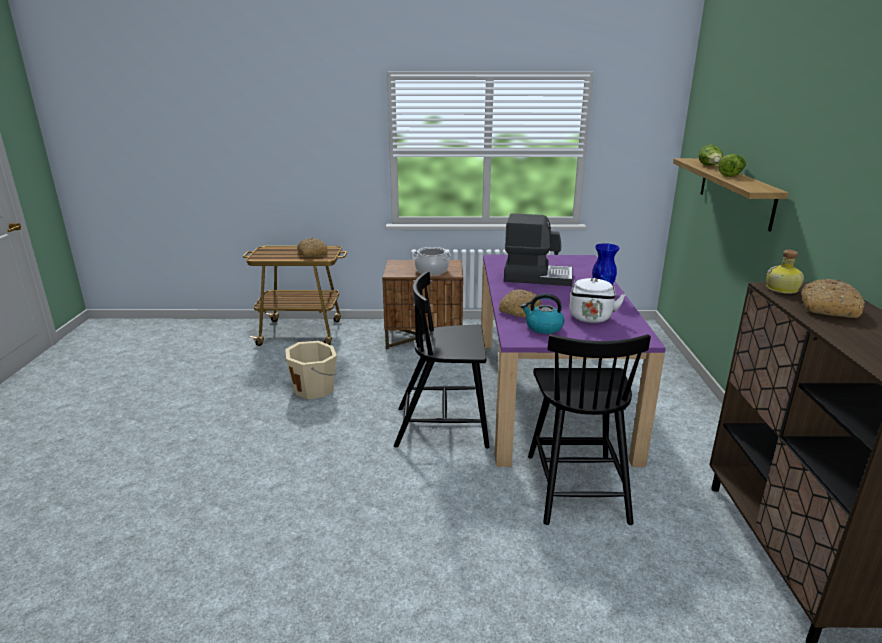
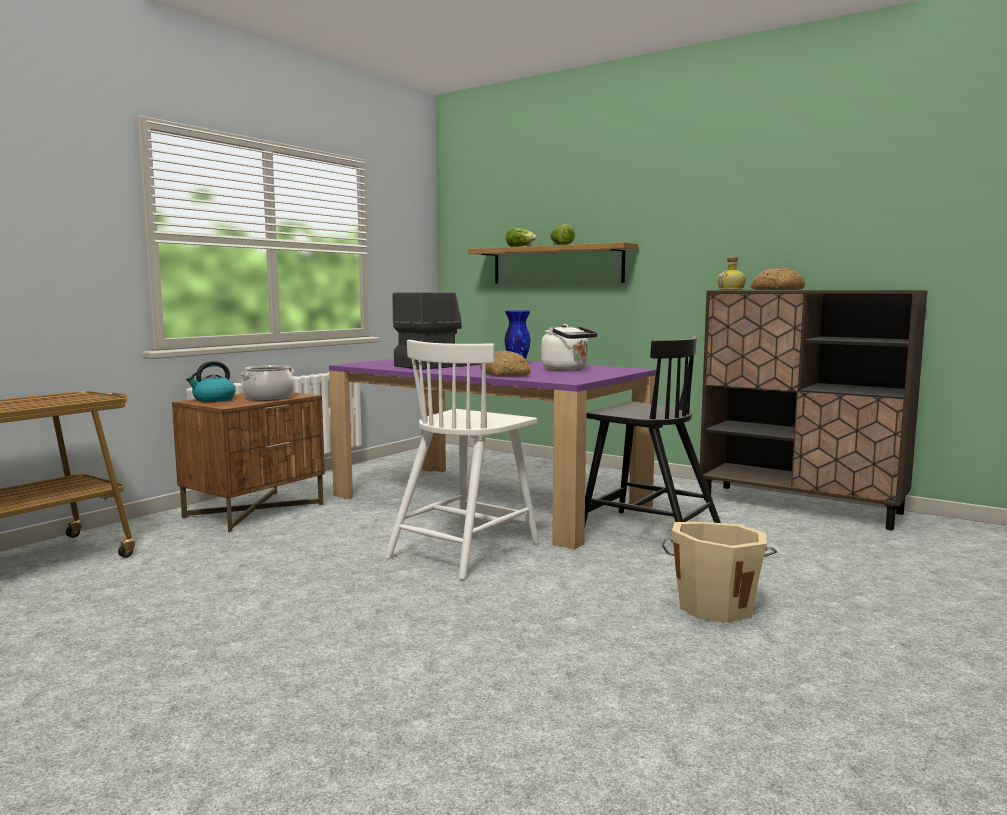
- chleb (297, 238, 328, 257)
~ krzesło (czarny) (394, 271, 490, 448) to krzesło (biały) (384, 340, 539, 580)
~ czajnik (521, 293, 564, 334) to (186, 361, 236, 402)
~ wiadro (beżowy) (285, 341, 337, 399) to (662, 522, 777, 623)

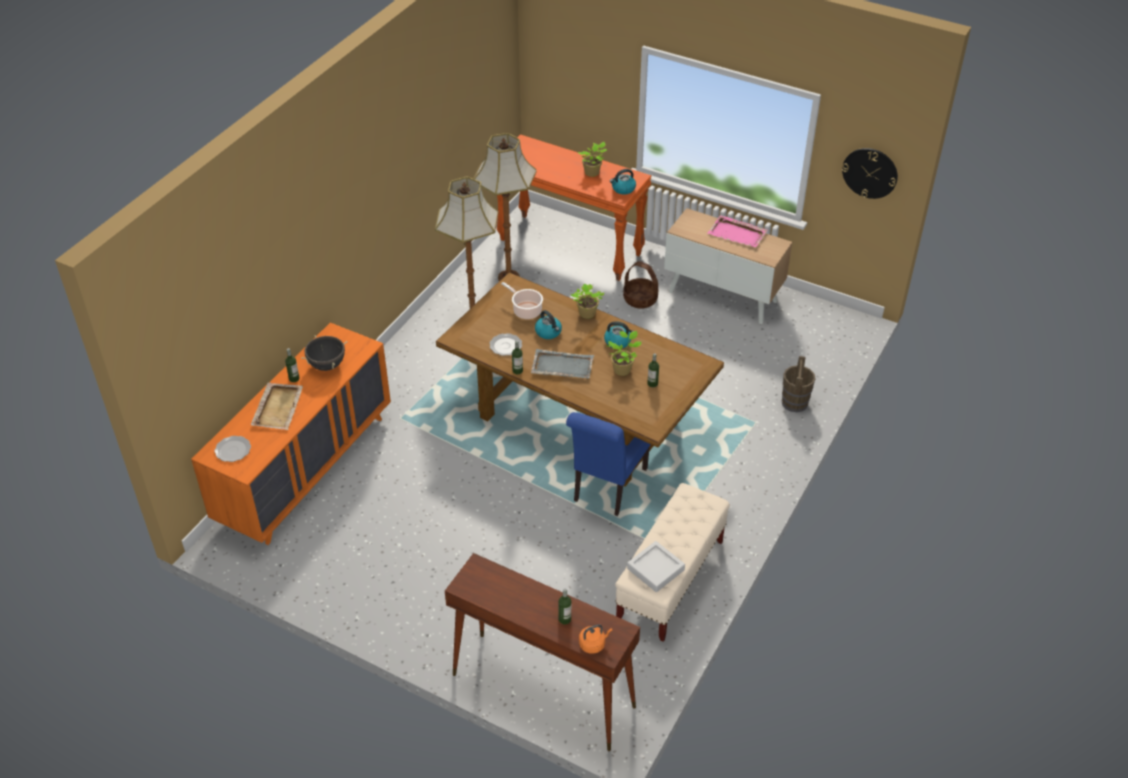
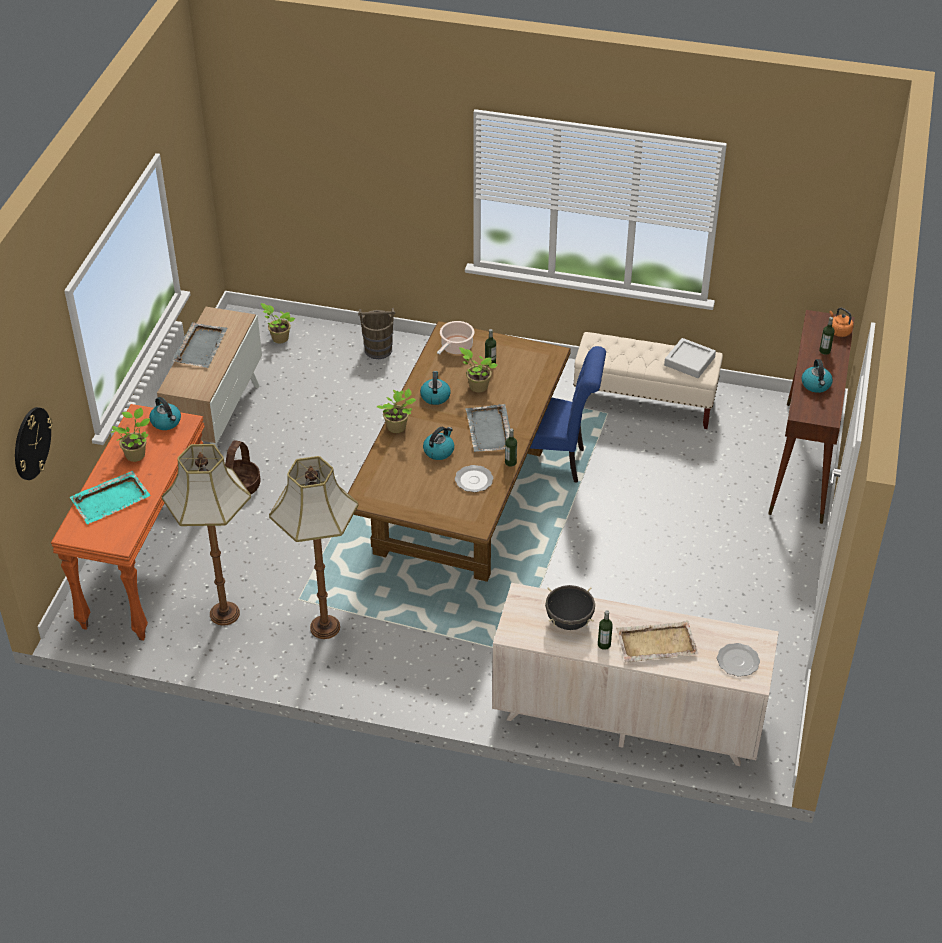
~ zegar ścienny (842, 148, 898, 199) to (15, 407, 53, 480)
~ taca (różowy) (707, 215, 767, 247) to taca (szary) (172, 322, 227, 368)
~ garnek (501, 282, 543, 319) to (437, 321, 474, 354)
~ komoda (pomarańczowy) (191, 323, 391, 545) to komoda (beżowy) (492, 583, 779, 766)
+ roślina doniczkowa (261, 303, 295, 343)
+ czajnik (802, 359, 833, 393)
+ taca (turkusowy) (70, 471, 151, 524)

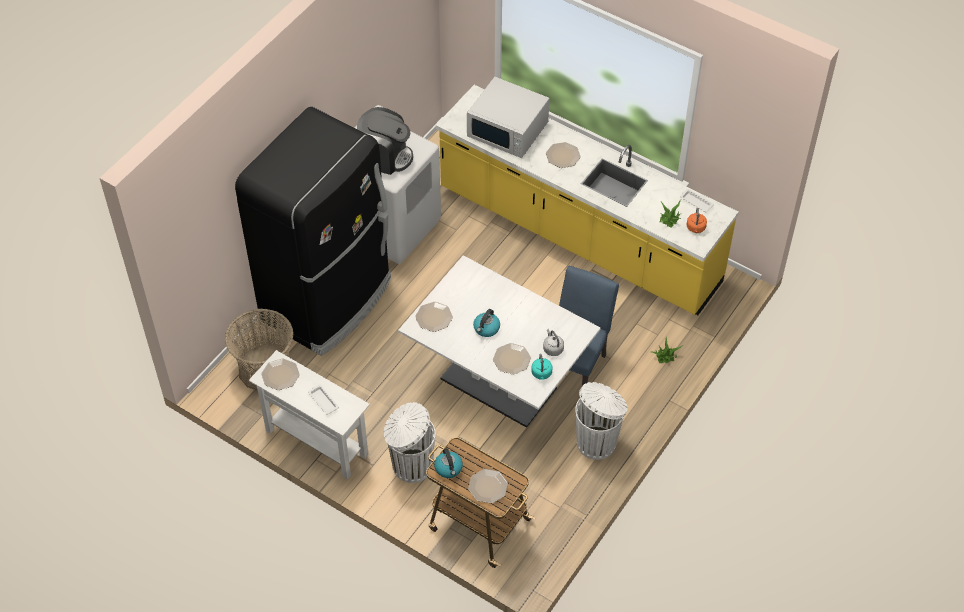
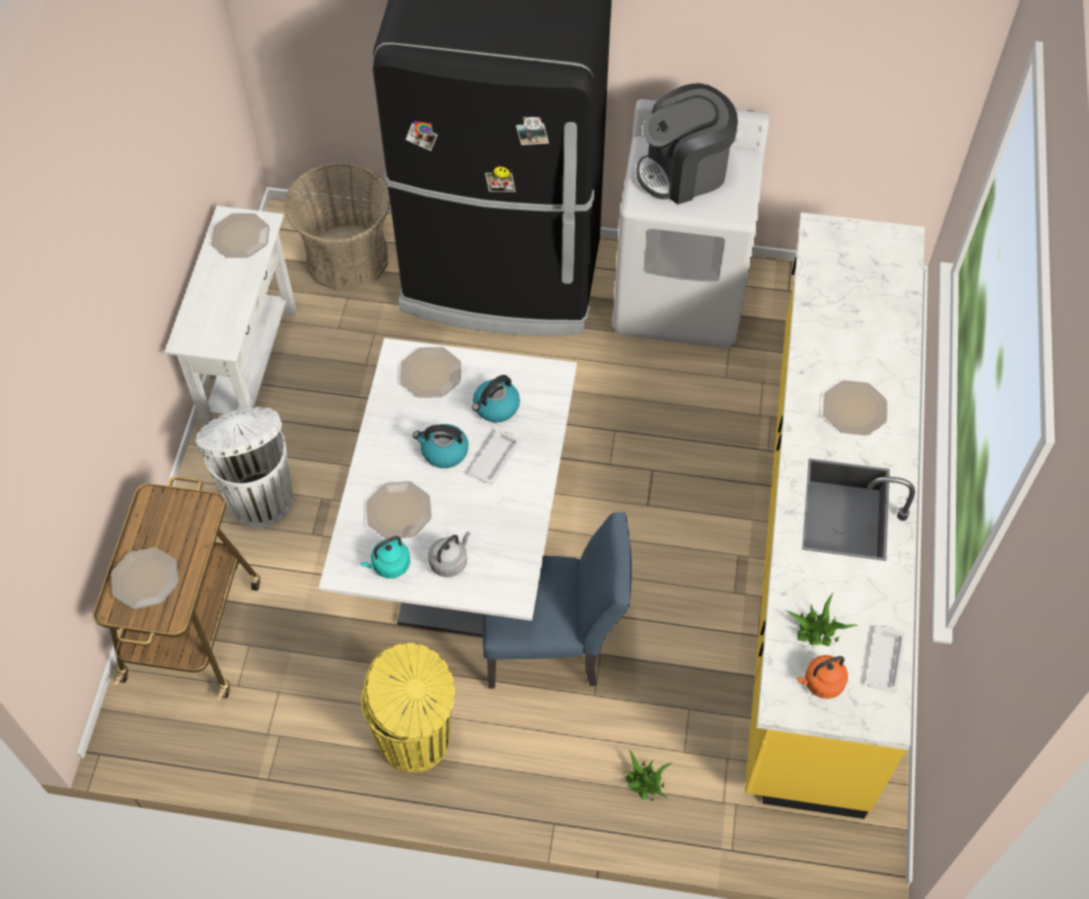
- mikrofalówka (biały) (467, 77, 549, 158)
~ ekspres do kawy (357, 107, 413, 175) = (636, 83, 738, 204) 75 degrees clockwise
~ kosz na śmieci (biały) (575, 382, 627, 460) to kosz na śmieci (żółty) (361, 643, 455, 773)
~ taca (biały) (308, 385, 339, 415) to (470, 429, 521, 485)
~ czajnik (434, 448, 463, 478) to (472, 375, 520, 422)

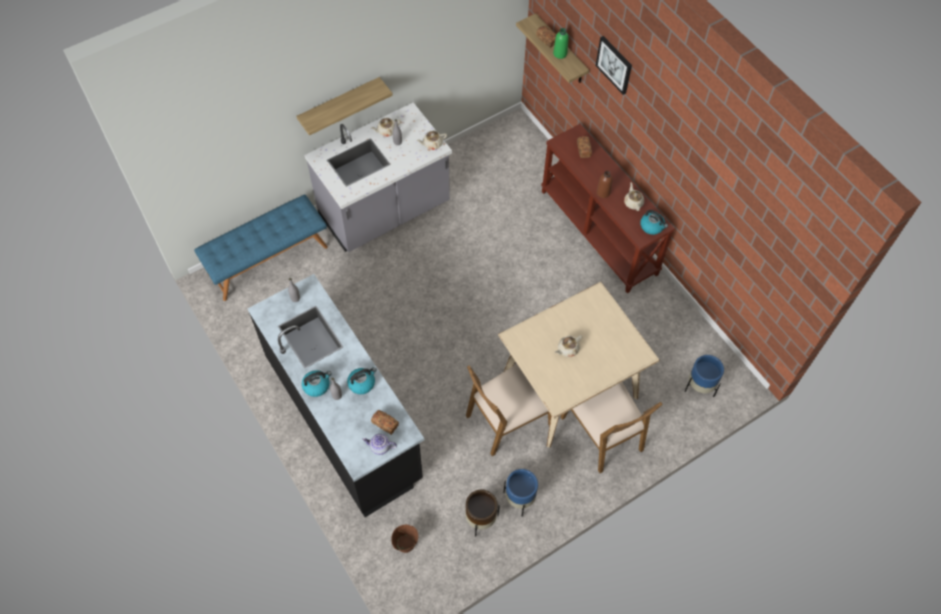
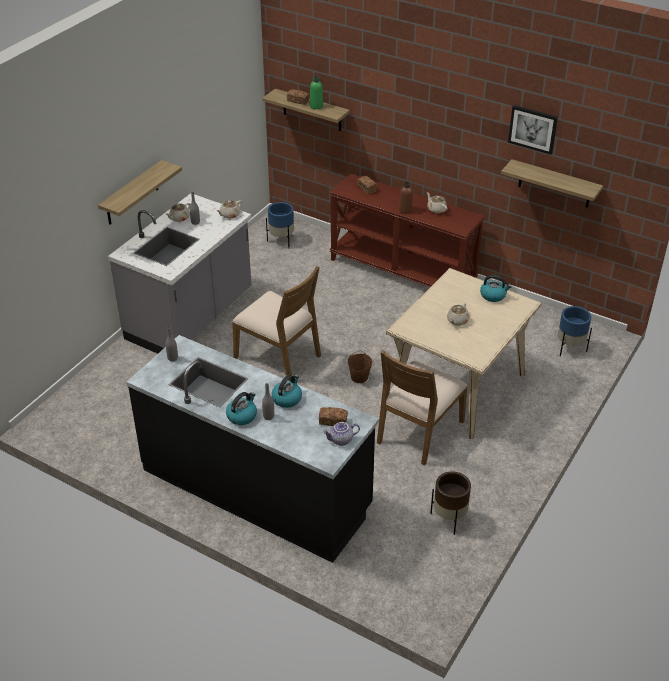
~ obraz (596, 36, 632, 95) to (508, 105, 558, 155)
- ławka (niebieski) (194, 195, 328, 301)
~ czajnik (640, 210, 668, 235) to (480, 275, 512, 302)
~ krzesło (brązowy) (560, 382, 663, 473) to (232, 266, 321, 381)
~ donica (niebieski) (503, 469, 538, 517) to (266, 202, 294, 248)
~ wiadro (brązowy) (391, 525, 418, 553) to (348, 351, 372, 383)
+ półka (501, 159, 603, 208)

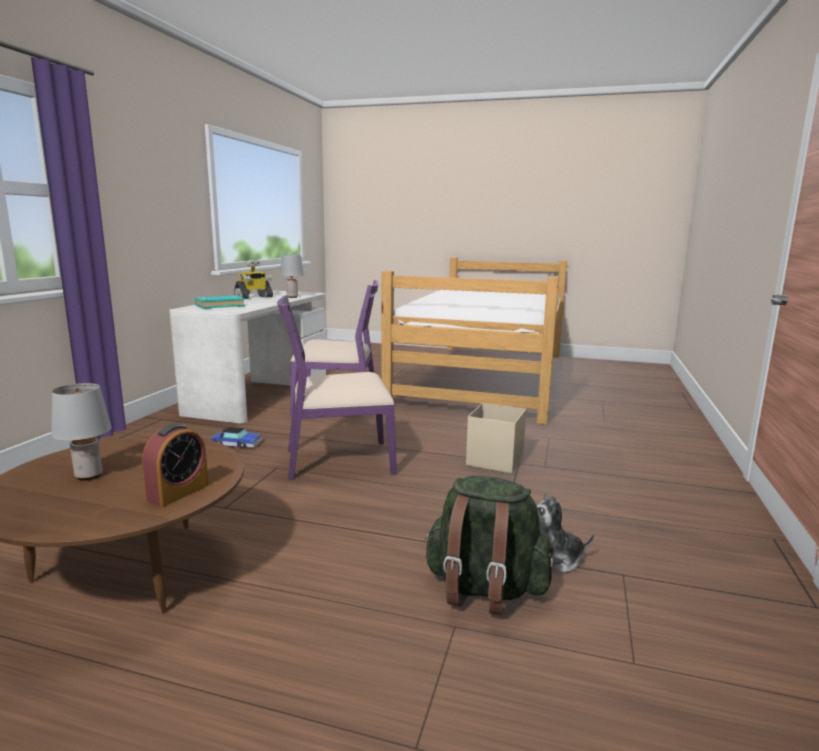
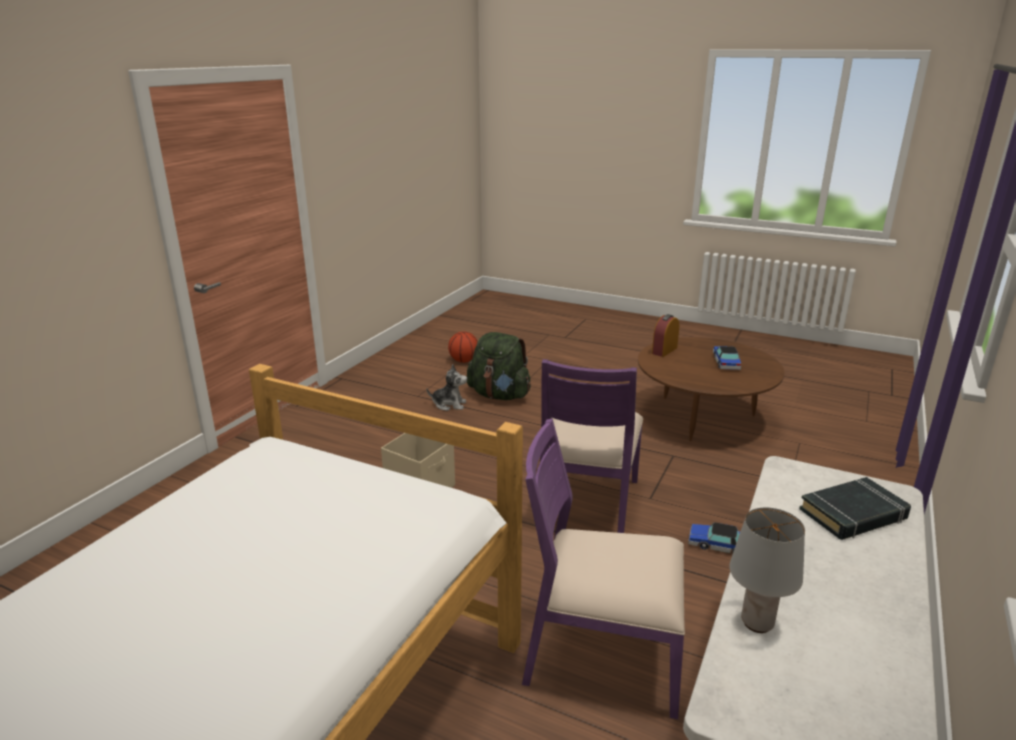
- robot zabawkowy (234, 260, 273, 299)
~ krzesło (fioletowy) (277, 295, 397, 480) = (540, 359, 643, 533) 105 degrees clockwise
~ książka (turkusowy) (195, 296, 245, 309) to książka (czarny) (799, 477, 911, 540)
~ lampa stołowa (szary) (52, 383, 111, 481) to samochodzik (713, 346, 741, 370)
+ piłka do koszykówki (448, 331, 478, 363)

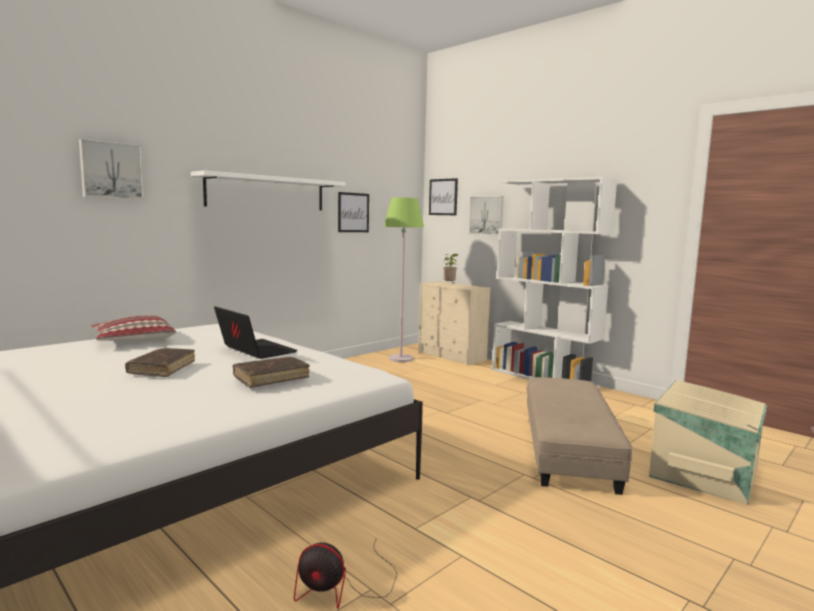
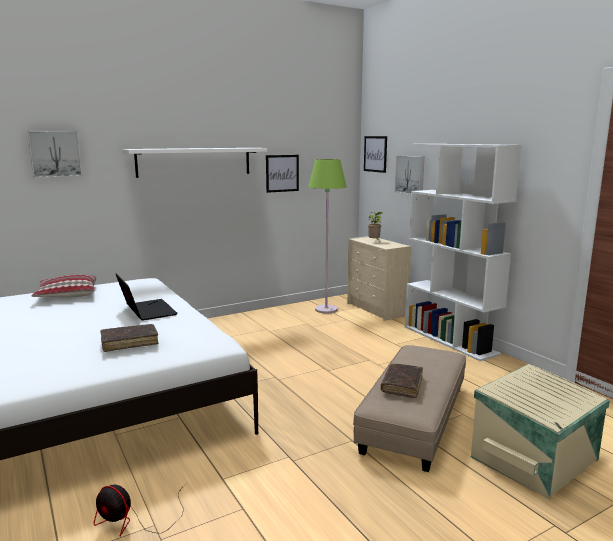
~ książka (brązowy) (125, 348, 195, 377) to (381, 364, 423, 398)

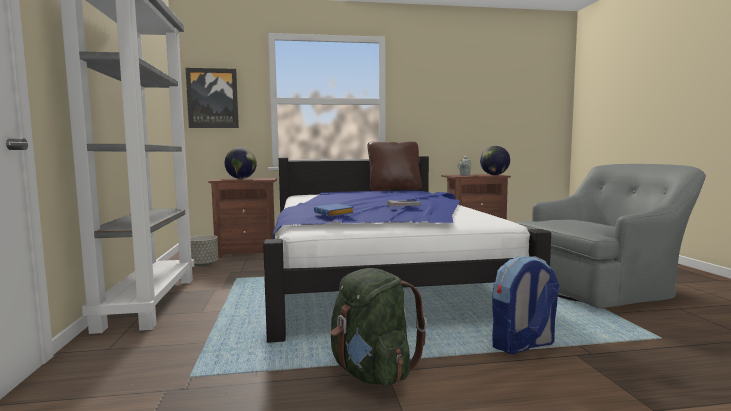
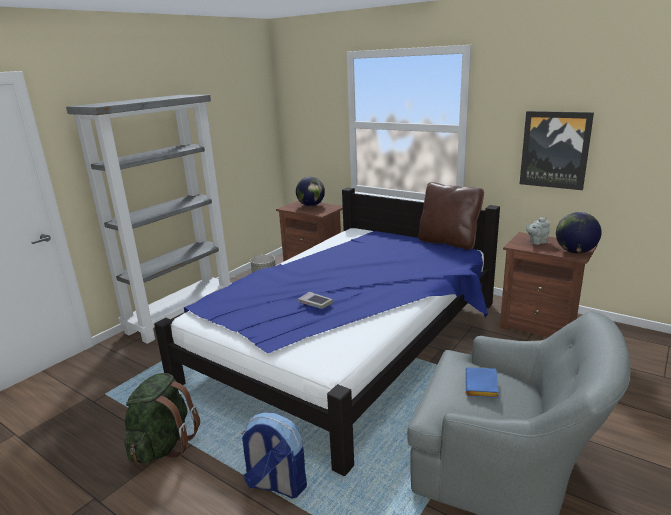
~ obraz (186, 68, 239, 128) to (520, 111, 594, 190)
~ książka (niebieski) (314, 204, 354, 217) to (465, 367, 499, 398)

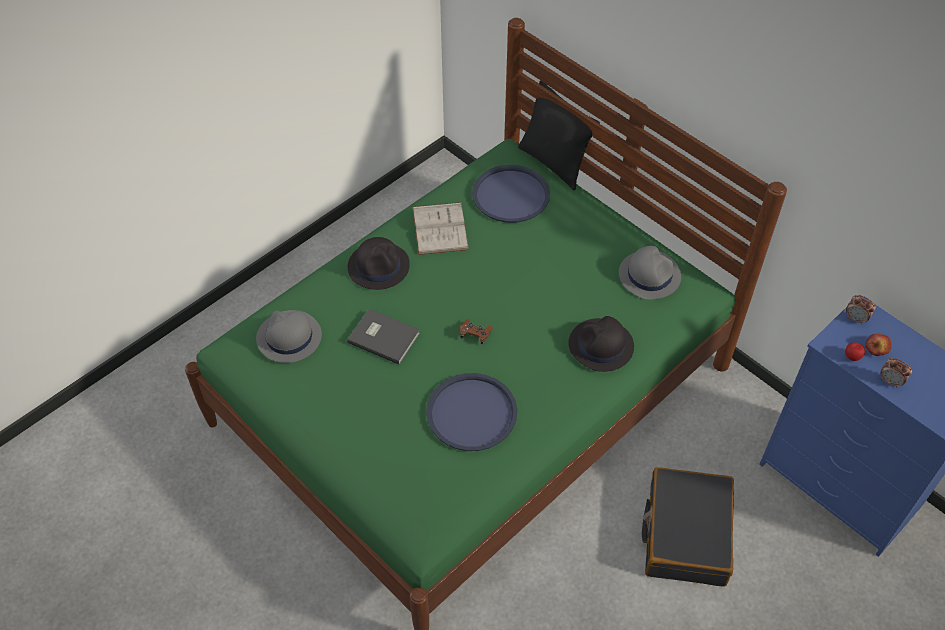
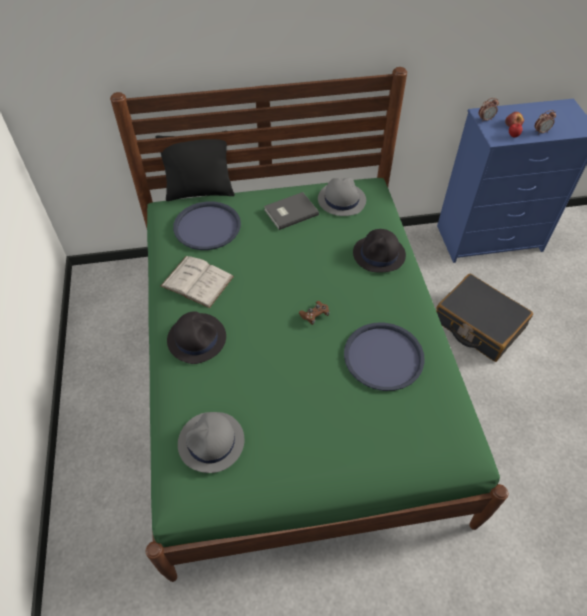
~ książka (szary) (347, 309, 420, 365) to (264, 192, 319, 230)

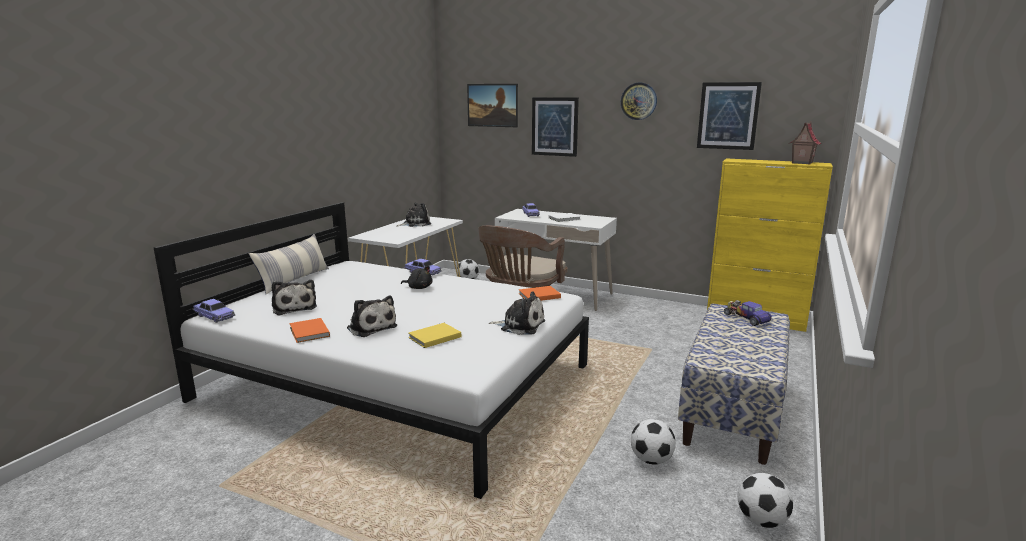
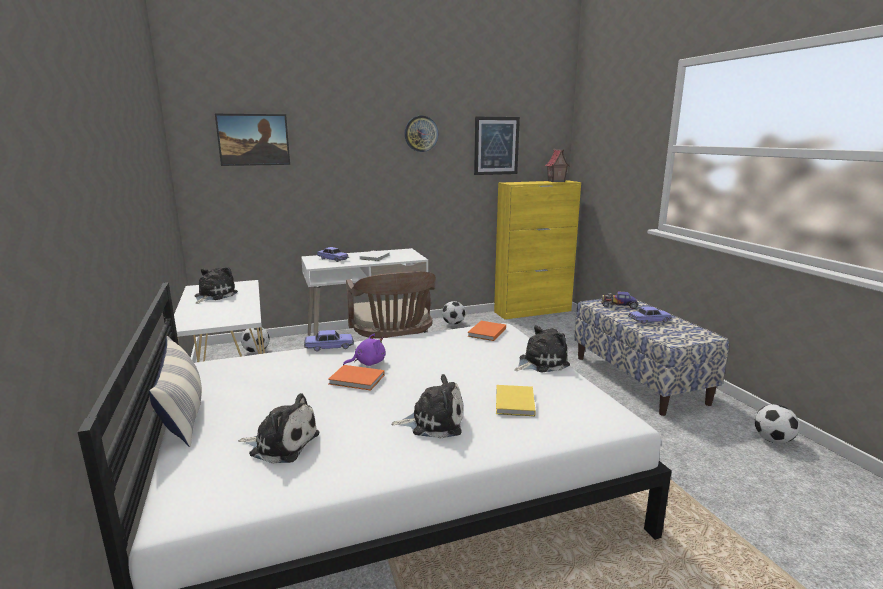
- obraz (532, 97, 579, 157)
~ pluszak (czarny) (401, 266, 433, 289) to pluszak (fioletowy) (343, 333, 386, 366)
~ samochodzik (192, 299, 235, 323) to (628, 307, 672, 324)
~ książka (pomarańczowy) (289, 318, 330, 343) to (328, 365, 385, 391)
~ piłka futbolowa (631, 419, 676, 465) to (442, 301, 465, 325)

